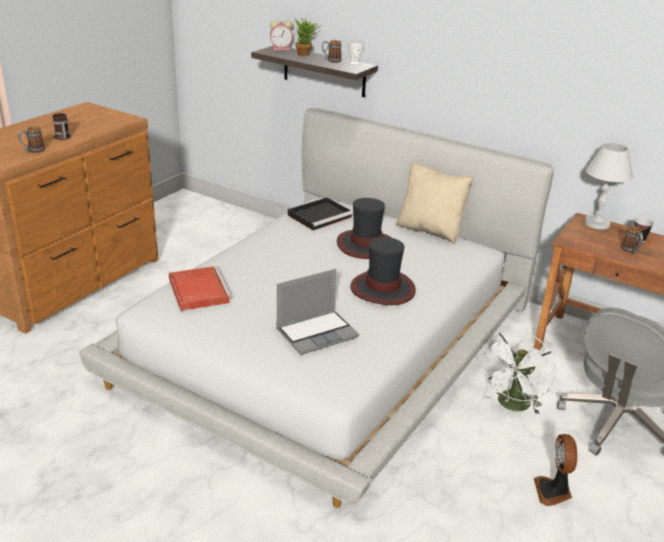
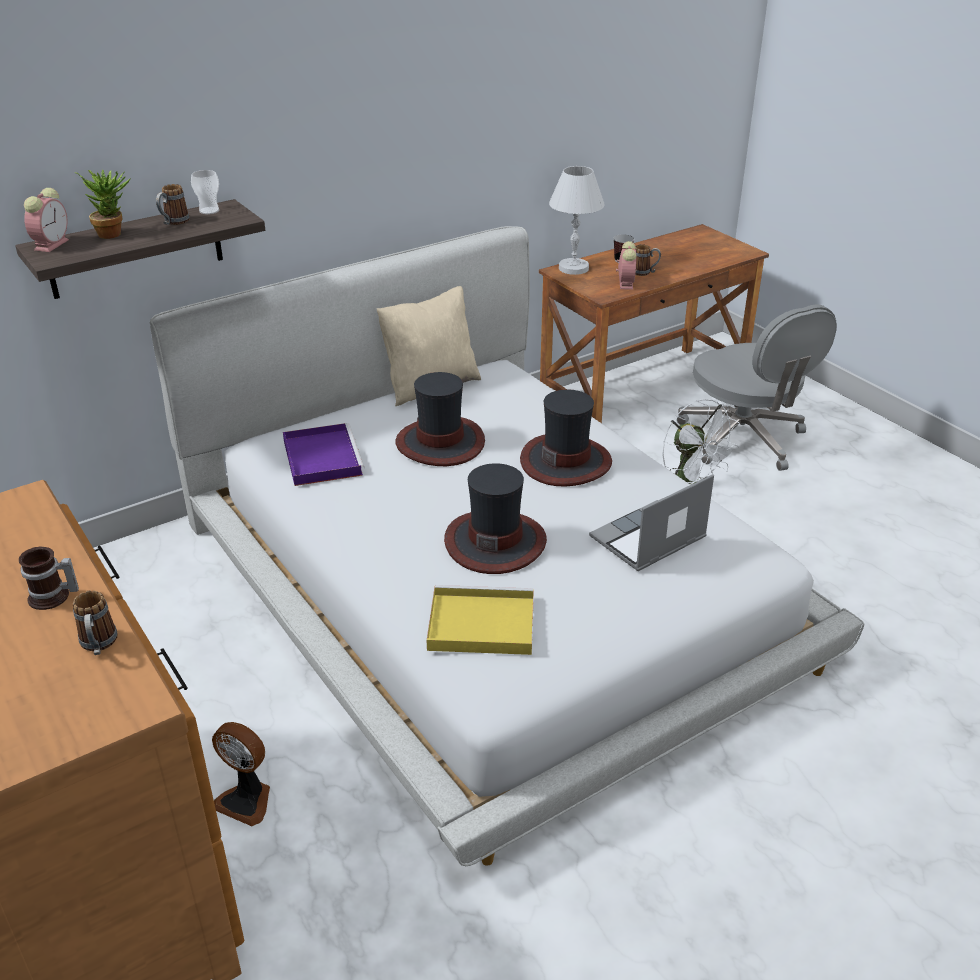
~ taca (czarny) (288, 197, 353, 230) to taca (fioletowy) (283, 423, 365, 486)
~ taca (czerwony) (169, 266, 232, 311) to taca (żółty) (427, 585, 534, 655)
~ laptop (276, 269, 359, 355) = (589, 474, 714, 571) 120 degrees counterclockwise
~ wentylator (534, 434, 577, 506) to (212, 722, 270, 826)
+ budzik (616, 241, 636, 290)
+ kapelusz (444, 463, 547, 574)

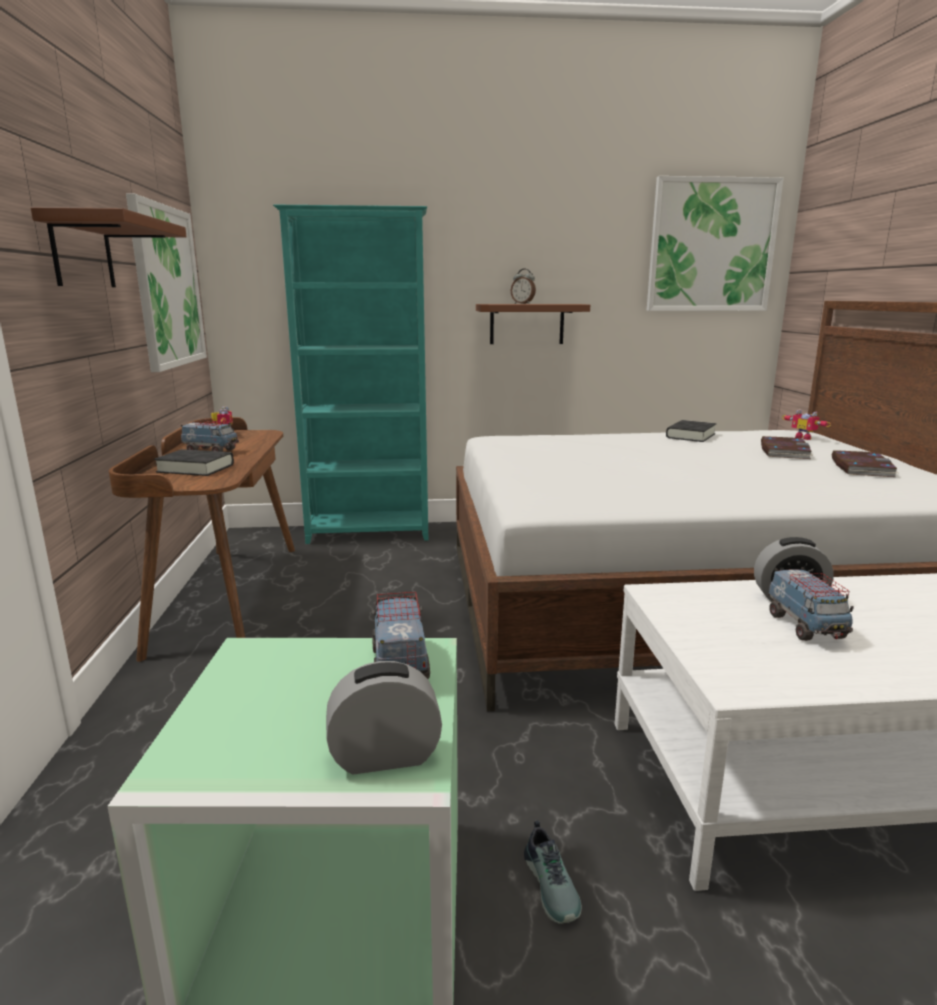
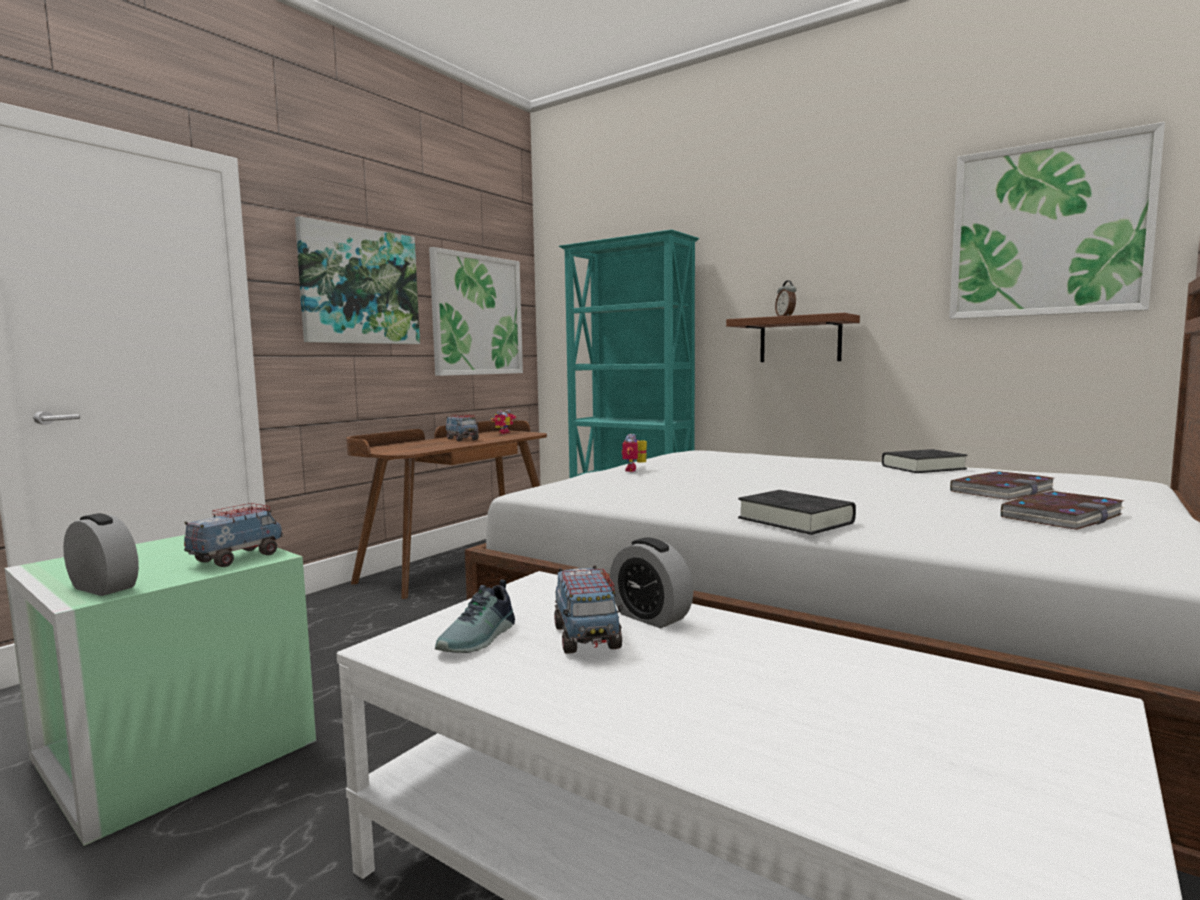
~ półka (brązowy) (31, 207, 186, 287) to obraz (295, 216, 420, 344)
~ robot zabawkowy (782, 409, 831, 440) to (622, 434, 647, 472)
~ książka (czarny) (154, 449, 234, 476) to (738, 490, 856, 535)
~ ciężarówka zabawkowa (768, 567, 854, 641) = (554, 565, 623, 654) 45 degrees counterclockwise
~ but (524, 821, 582, 924) to (435, 579, 515, 653)

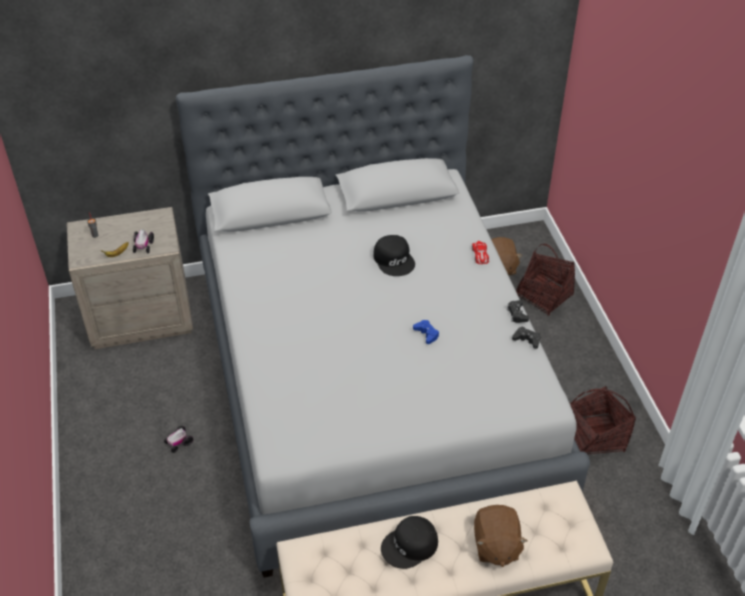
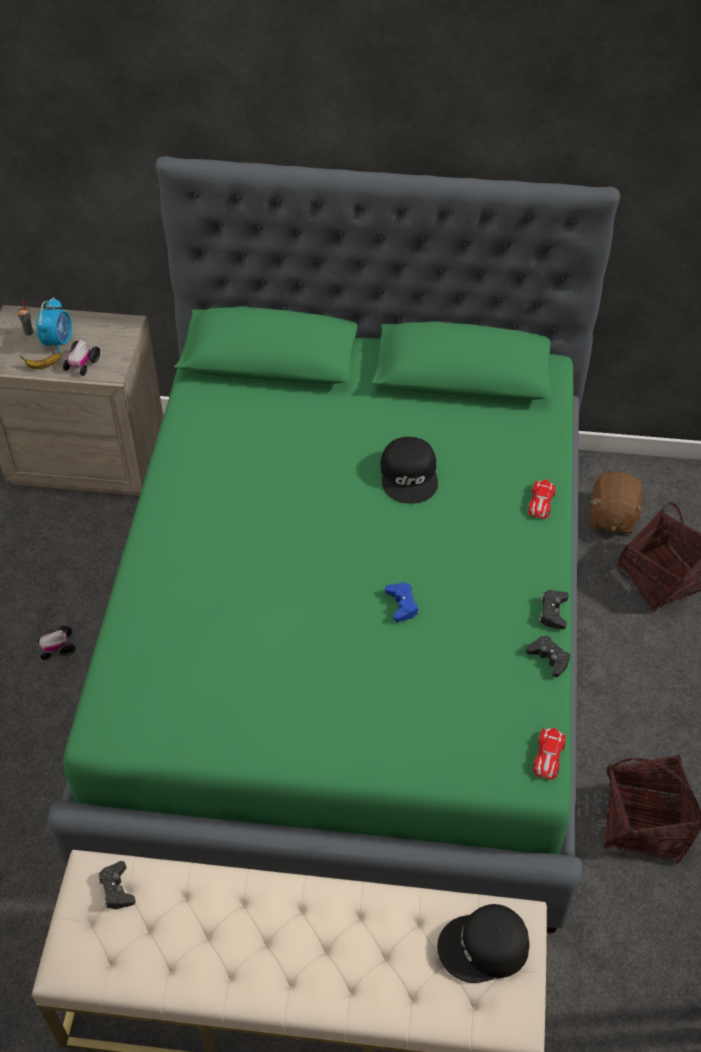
~ łóżko (szary) (176, 55, 590, 578) to łóżko (zielony) (48, 156, 620, 933)
- pluszak (brązowy) (474, 505, 527, 567)
~ czapka z daszkiem (czarny) (381, 516, 438, 569) to (437, 904, 529, 983)
+ budzik (36, 297, 72, 354)
+ samochodzik (533, 728, 566, 779)
+ pad do gier (czarny) (98, 861, 136, 909)

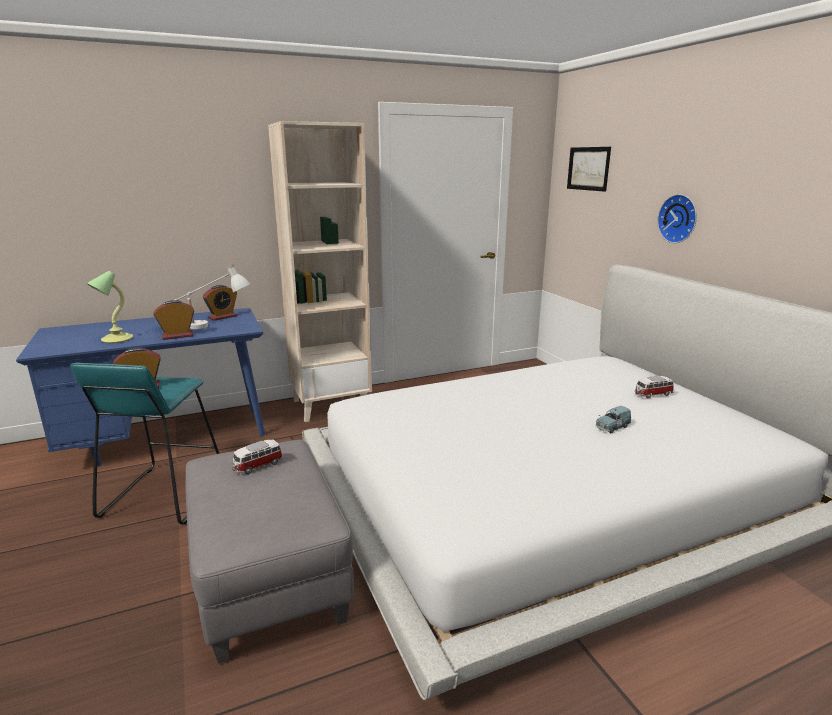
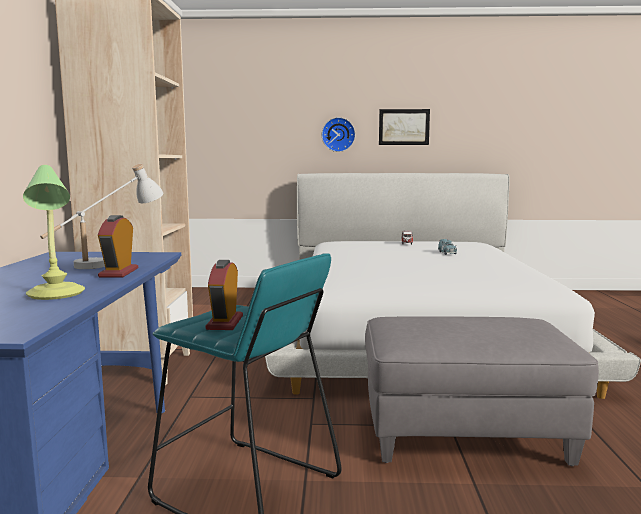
~ obraz (567, 147, 611, 192) to (379, 109, 430, 145)
- budzik (203, 285, 237, 321)
- samochodzik (232, 440, 283, 474)

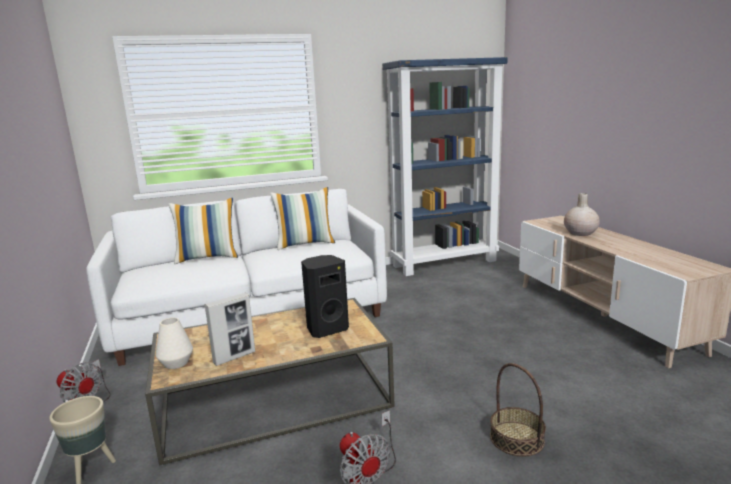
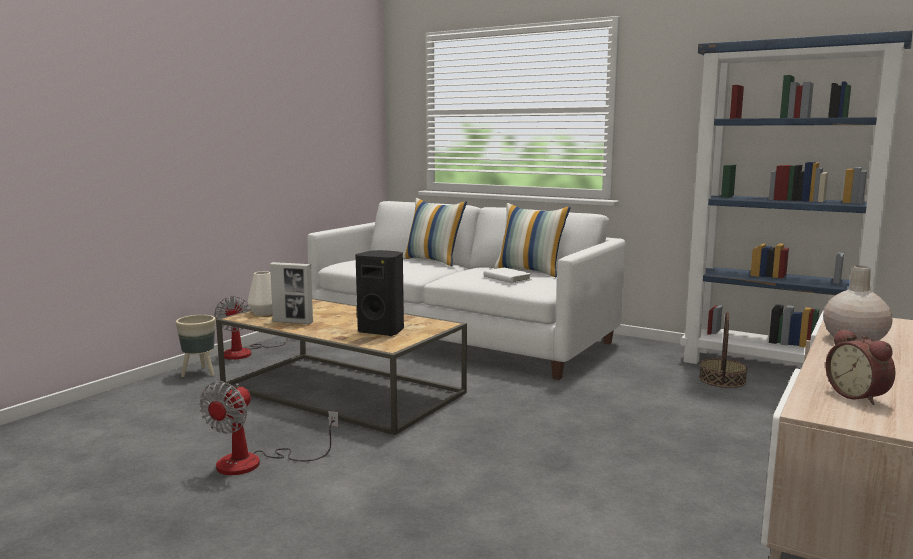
~ koszyk (490, 363, 546, 457) to (699, 312, 748, 388)
+ książka (biały) (484, 268, 532, 283)
+ budzik (826, 329, 896, 405)

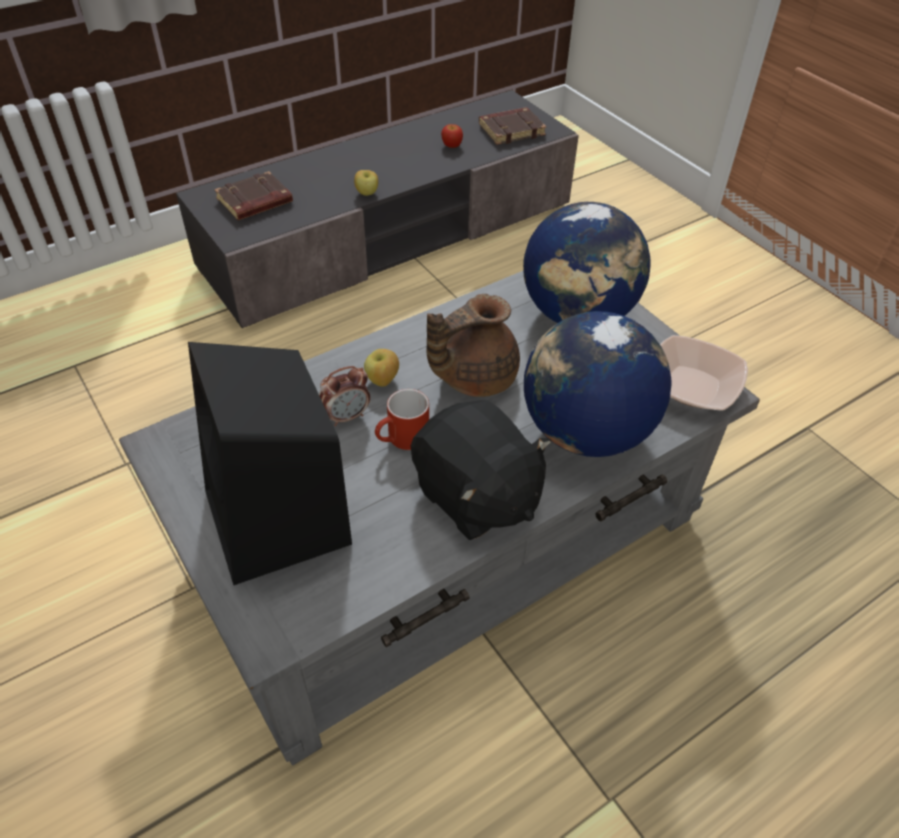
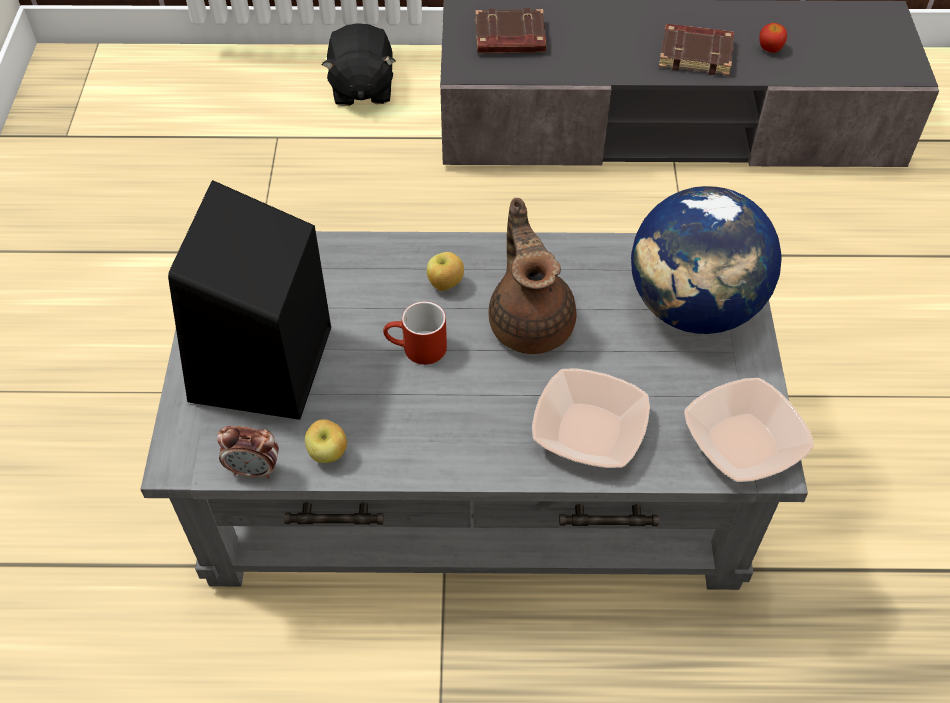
~ książka (brązowy) (479, 107, 547, 145) to (659, 24, 734, 75)
~ jabłko (354, 170, 378, 196) to (305, 419, 347, 463)
~ imbryk (brązowy) (427, 294, 520, 397) = (488, 198, 576, 354) 75 degrees clockwise
~ globus (524, 311, 672, 457) to miska (532, 368, 650, 468)
~ budzik (319, 366, 370, 426) to (217, 426, 279, 478)
~ pluszak (czarny) (411, 400, 551, 540) to (322, 23, 396, 106)

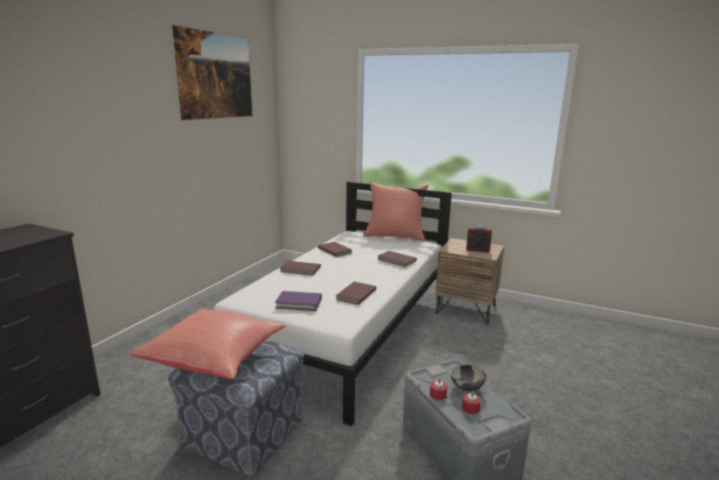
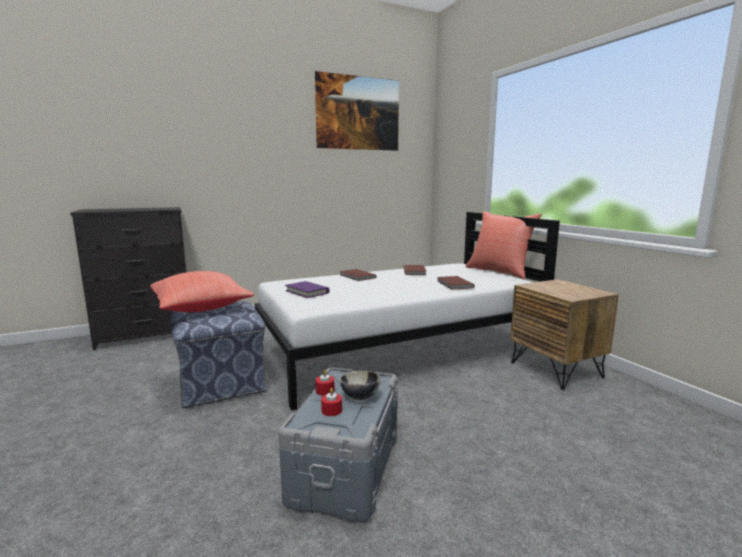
- budzik (466, 226, 492, 252)
- książka (brązowy) (336, 282, 376, 305)

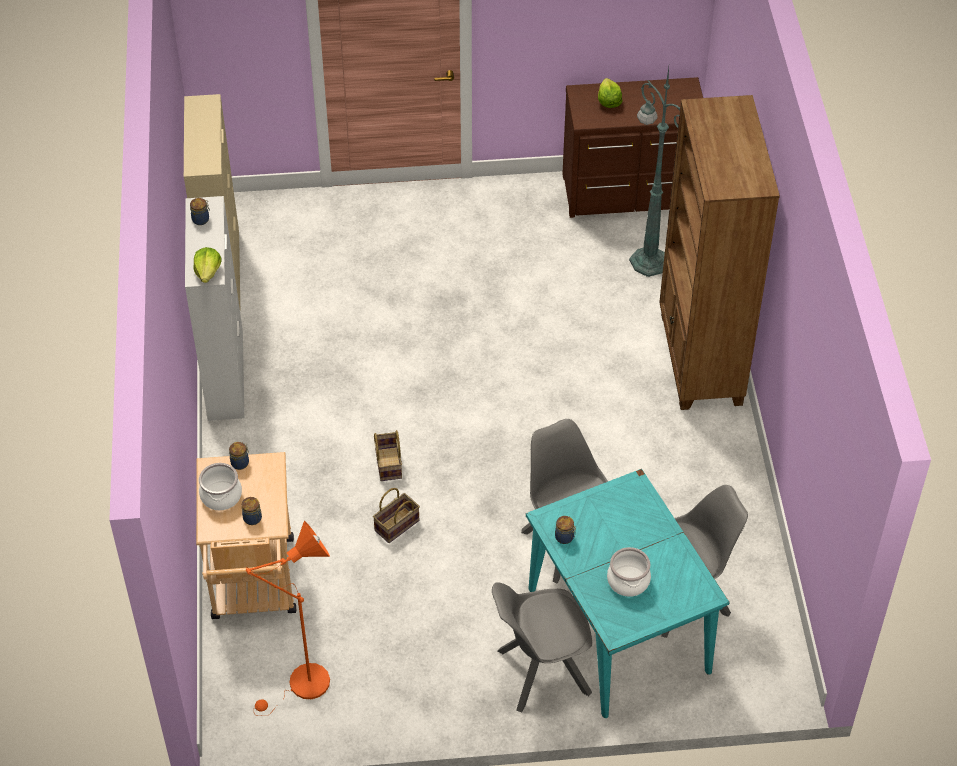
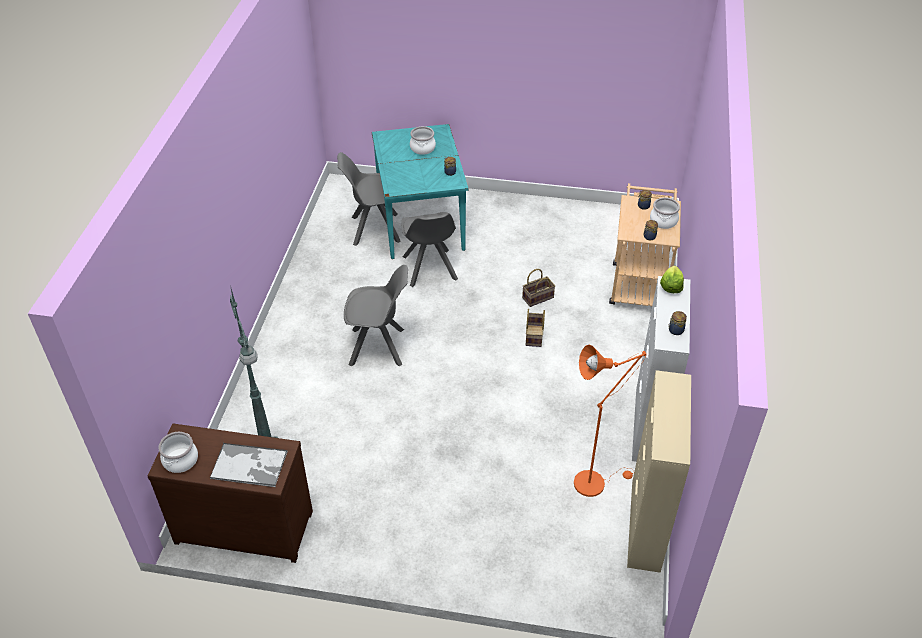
~ sałata (598, 78, 623, 108) to taca (210, 443, 288, 487)
- regał (brązowy) (659, 95, 780, 410)
~ lampa stojąca (pomarańczowy) (246, 521, 330, 716) to (574, 345, 647, 497)
~ krzesło (szary) (492, 582, 592, 713) to (344, 265, 408, 367)
+ garnek (159, 432, 198, 473)

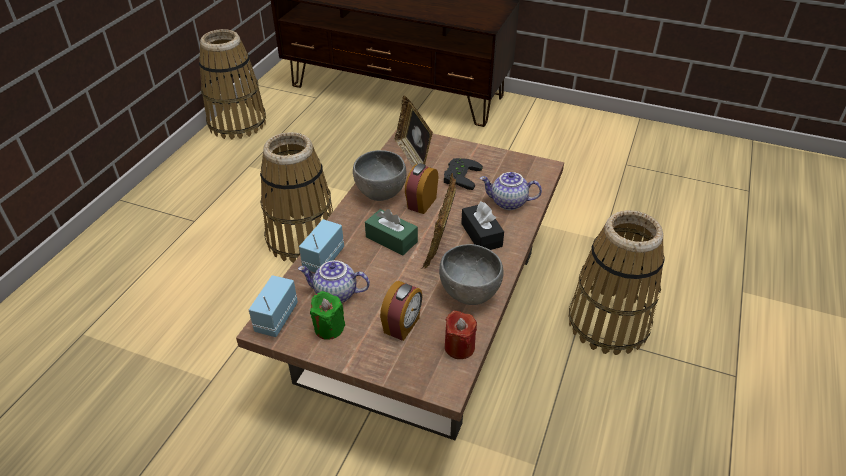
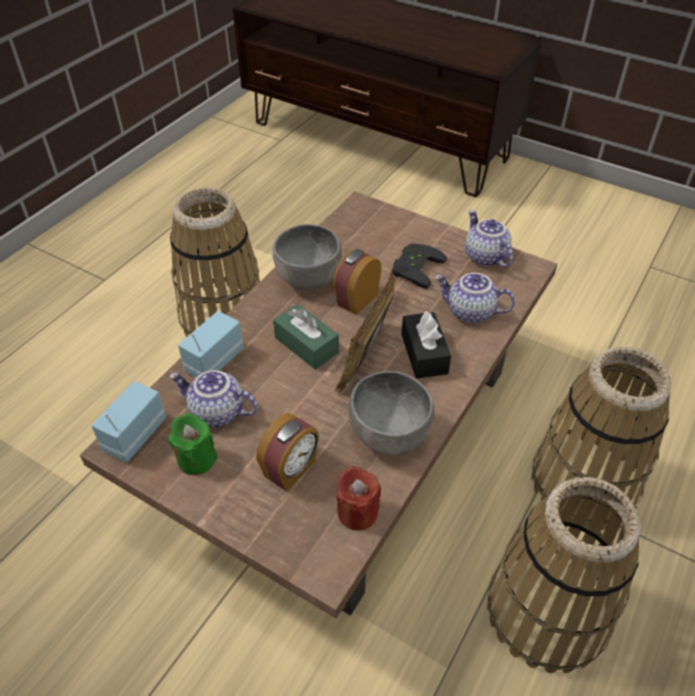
~ koszyk (199, 29, 266, 139) to (487, 477, 640, 673)
- ramka na zdjęcie (395, 95, 433, 166)
+ imbryk (465, 210, 513, 267)

